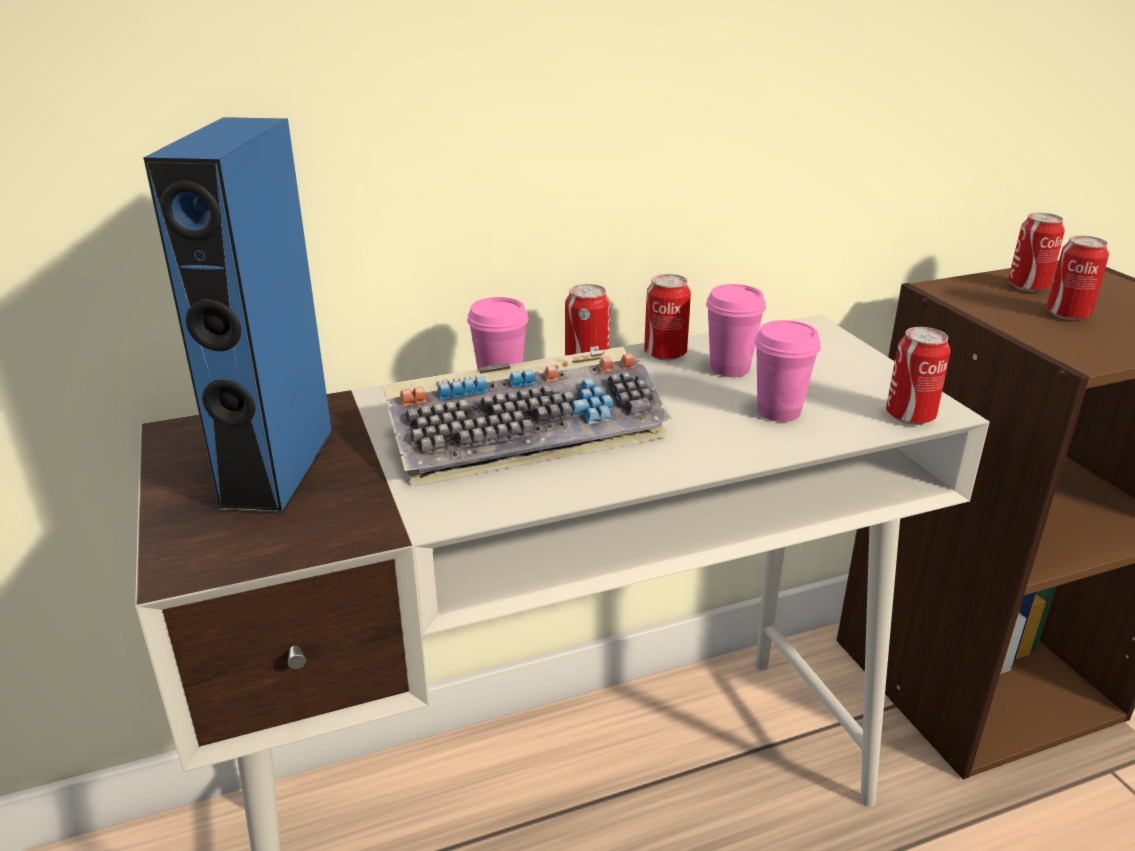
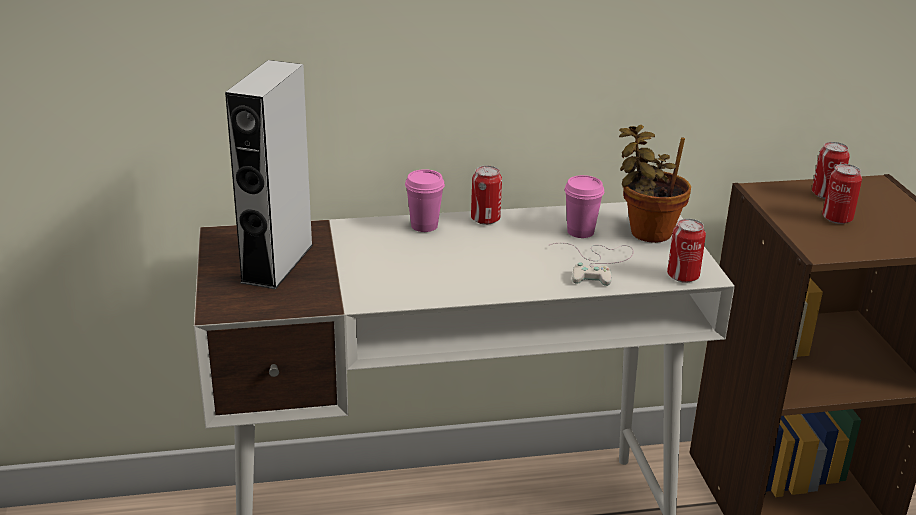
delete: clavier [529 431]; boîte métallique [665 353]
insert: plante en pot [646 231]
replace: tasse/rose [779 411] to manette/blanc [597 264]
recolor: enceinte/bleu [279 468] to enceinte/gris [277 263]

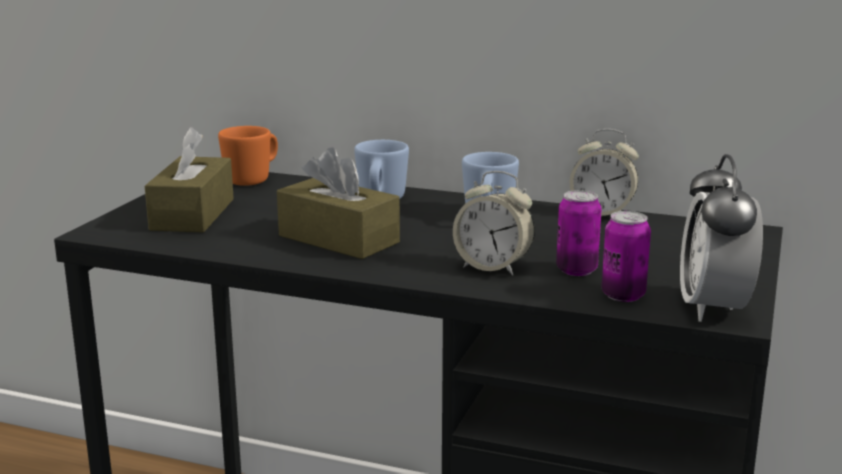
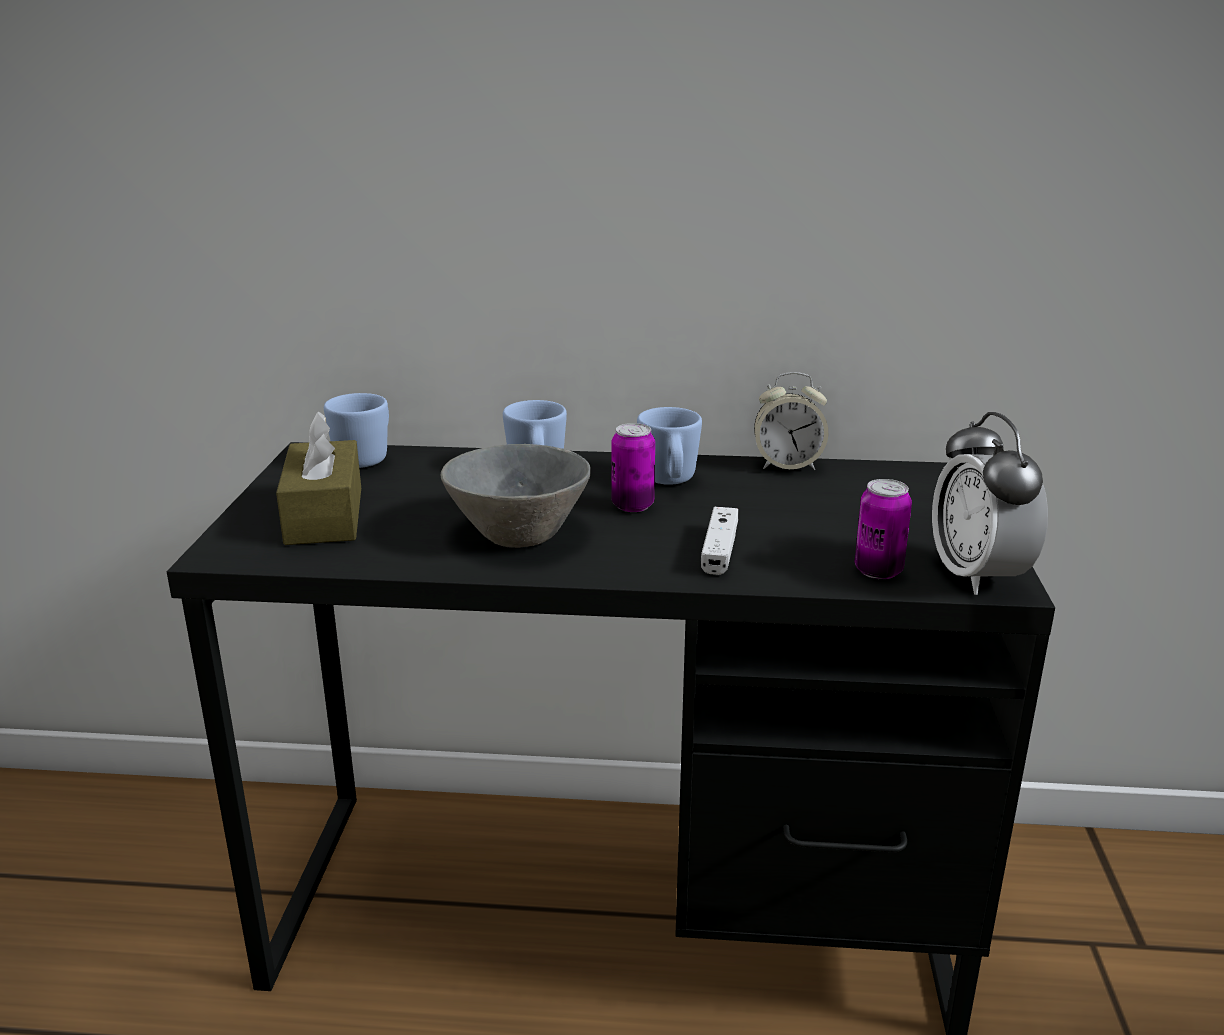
move: boîte métallique [576 270] to [632 505]
replace: boîte à mouchoirs/marron [338 239] to bol/gris [522 532]; réveil [493 267] to manette/blanc [719 550]
recolor: mug/orange [253 179] to mug/bleu [367 457]

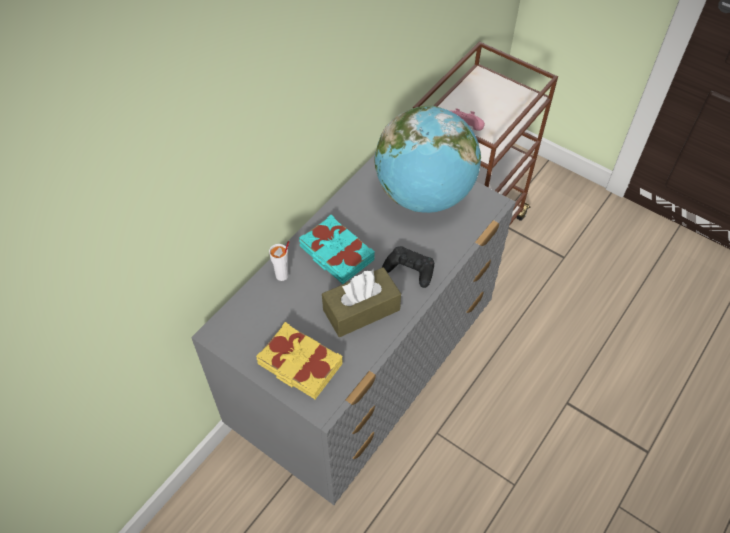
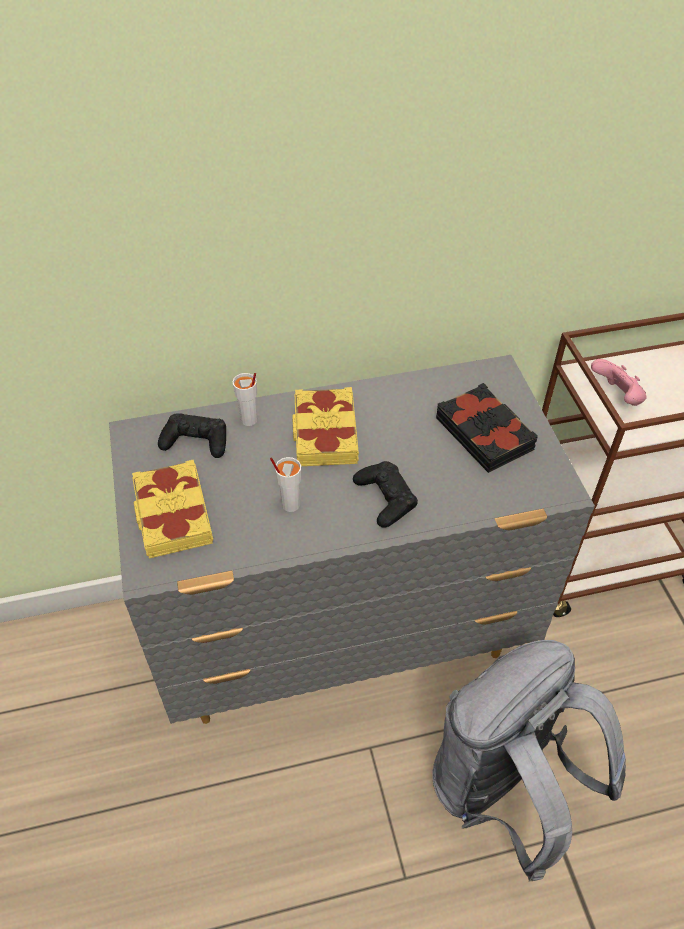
insert: manette/noir [196 441]; sac à dos/gris [503 792]
replace: boîte à mouchoirs/marron [361 310] to tasse/blanc [290 504]; globe [424 195] to livre/noir [485 433]
recolor: livre/turquoise [336 254] to livre/jaune [324 433]

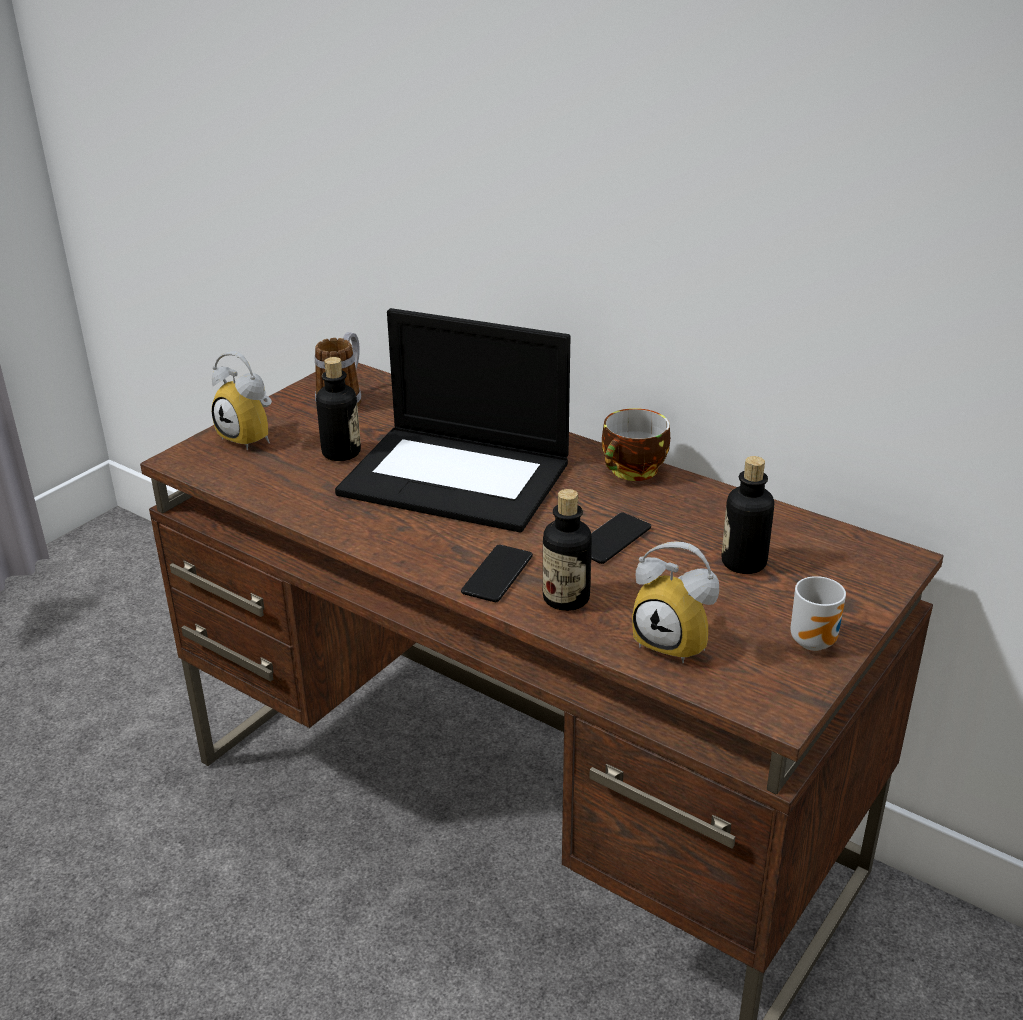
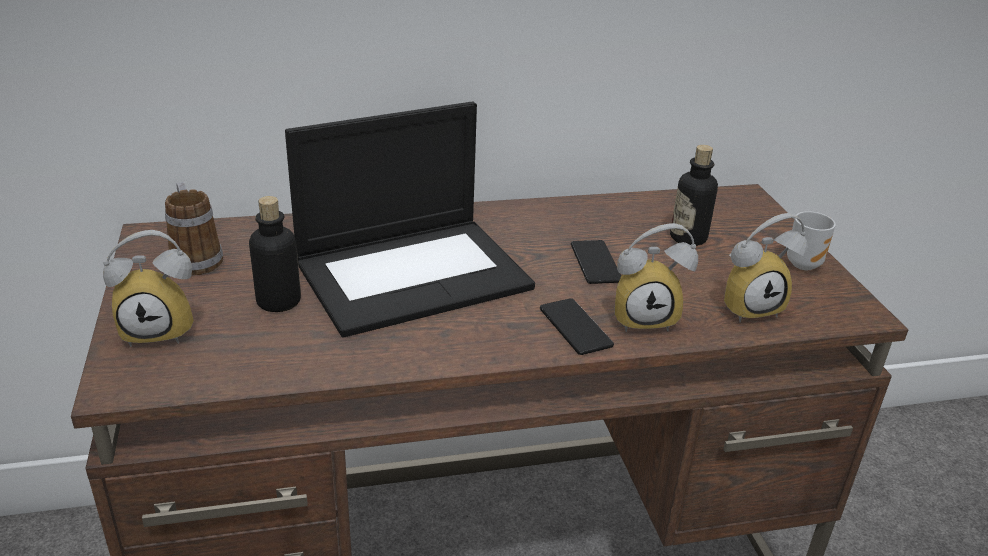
delete: tasse [633 471]
replace: bouteille [566 598] to réveil [645 317]

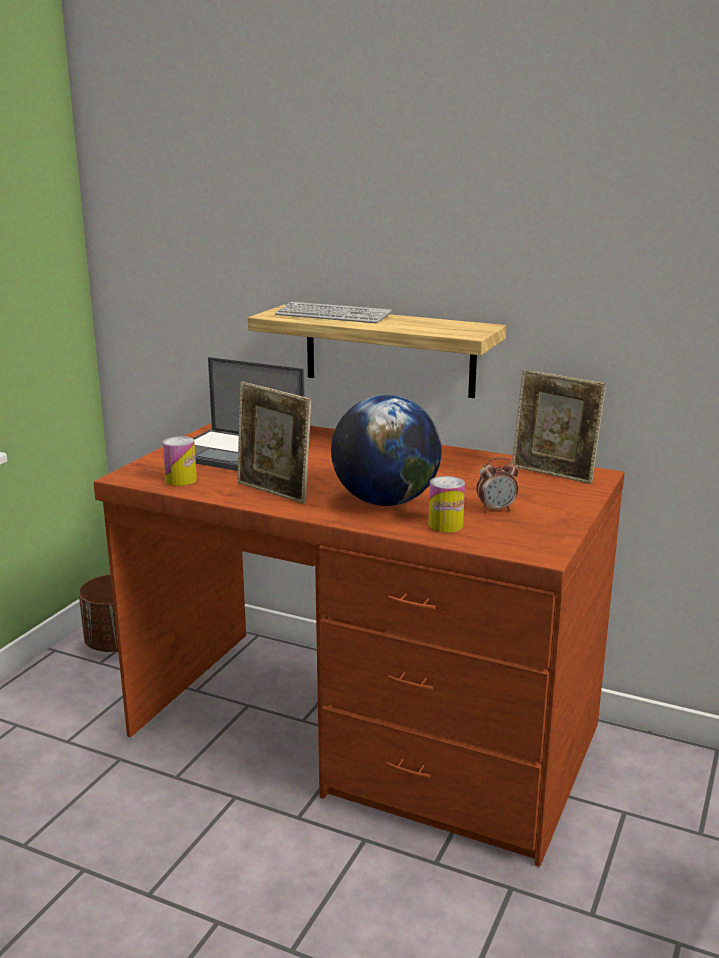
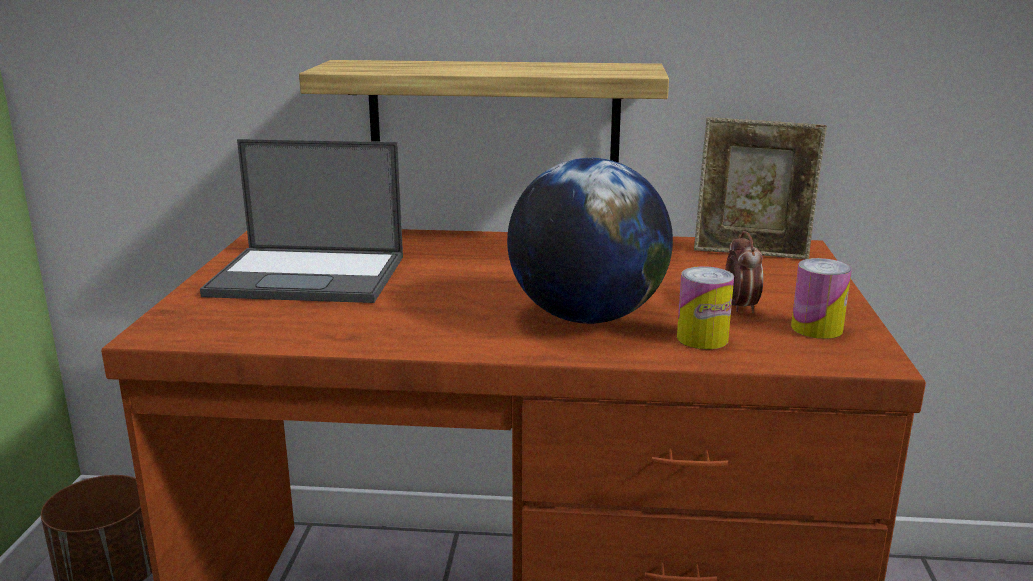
delete: cadre photo [274 492]; clavier [333 315]
move: boîte métallique [181 480] to [816 328]
rotate: réveil [496 509] = [740 307] 60 degrees counterclockwise

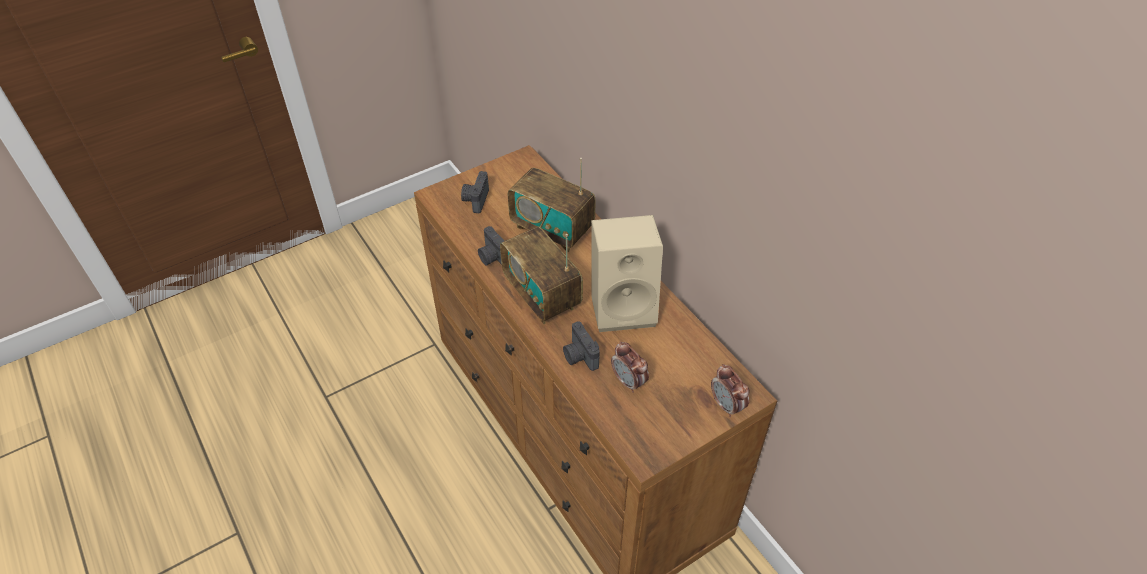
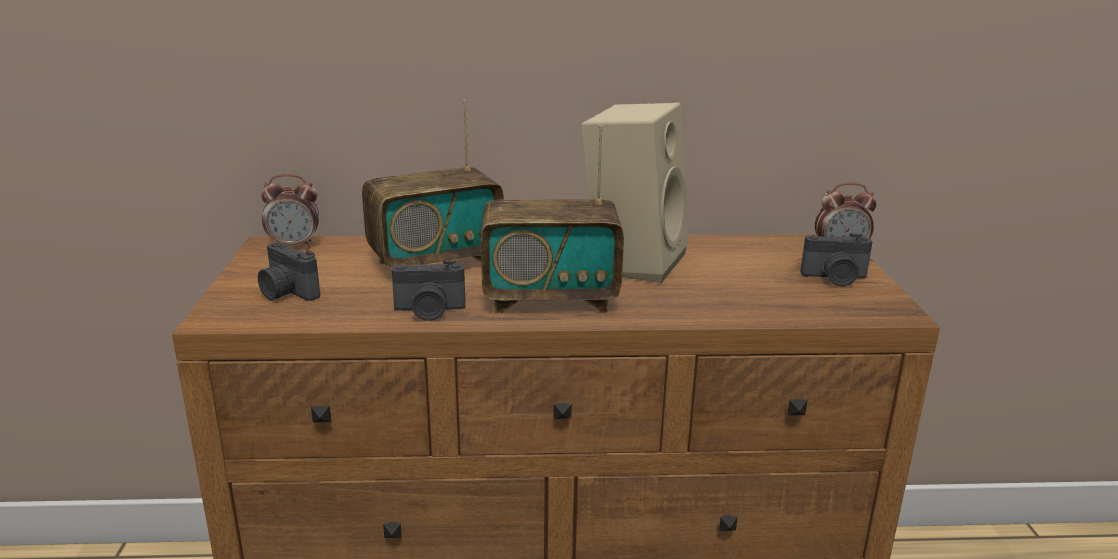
move: appareil photo [579 356] to [835 278]; réveil [629 382] to [294 246]

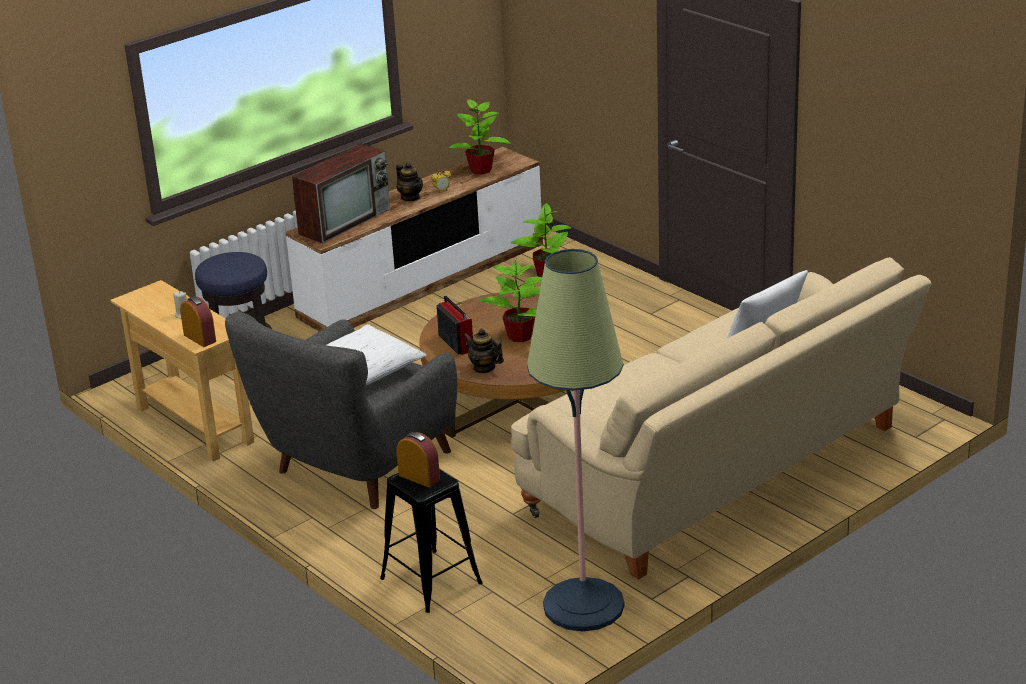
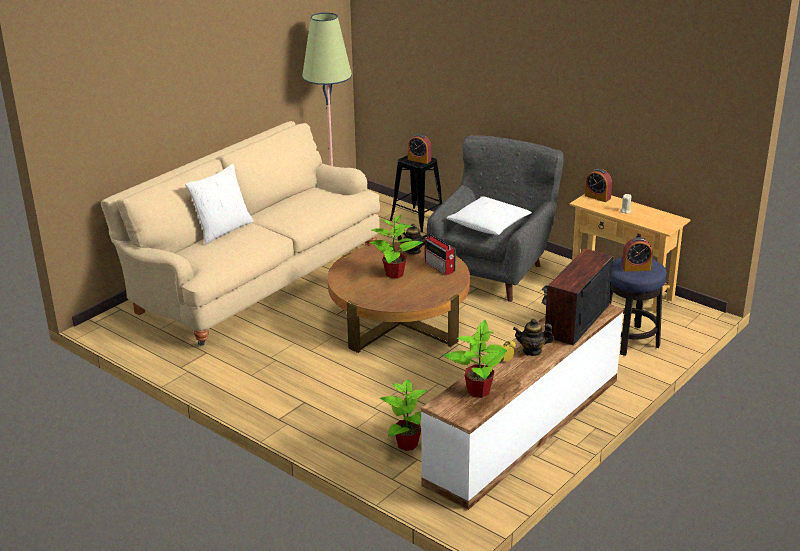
insert: réveil [636 268]
rotate: théière [410 197] = [532 351] 45 degrees counterclockwise

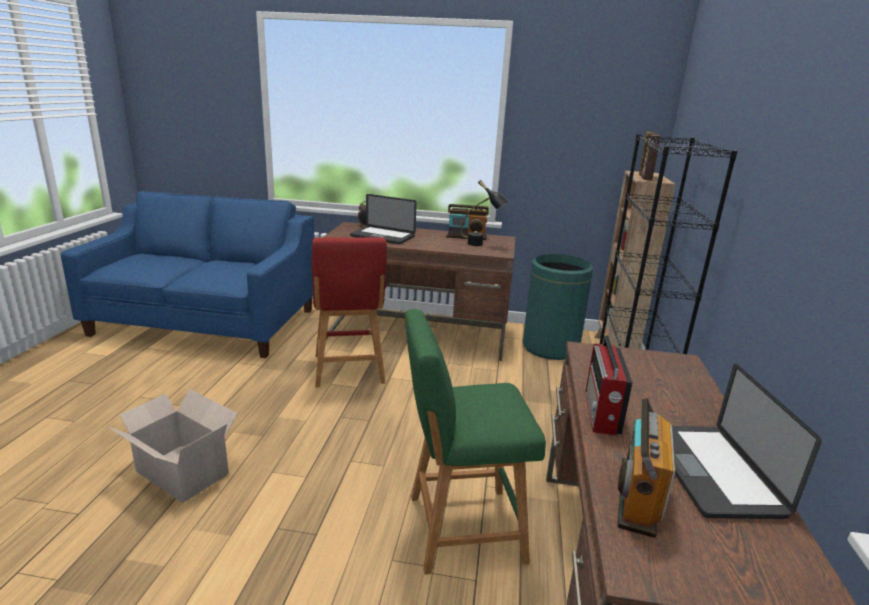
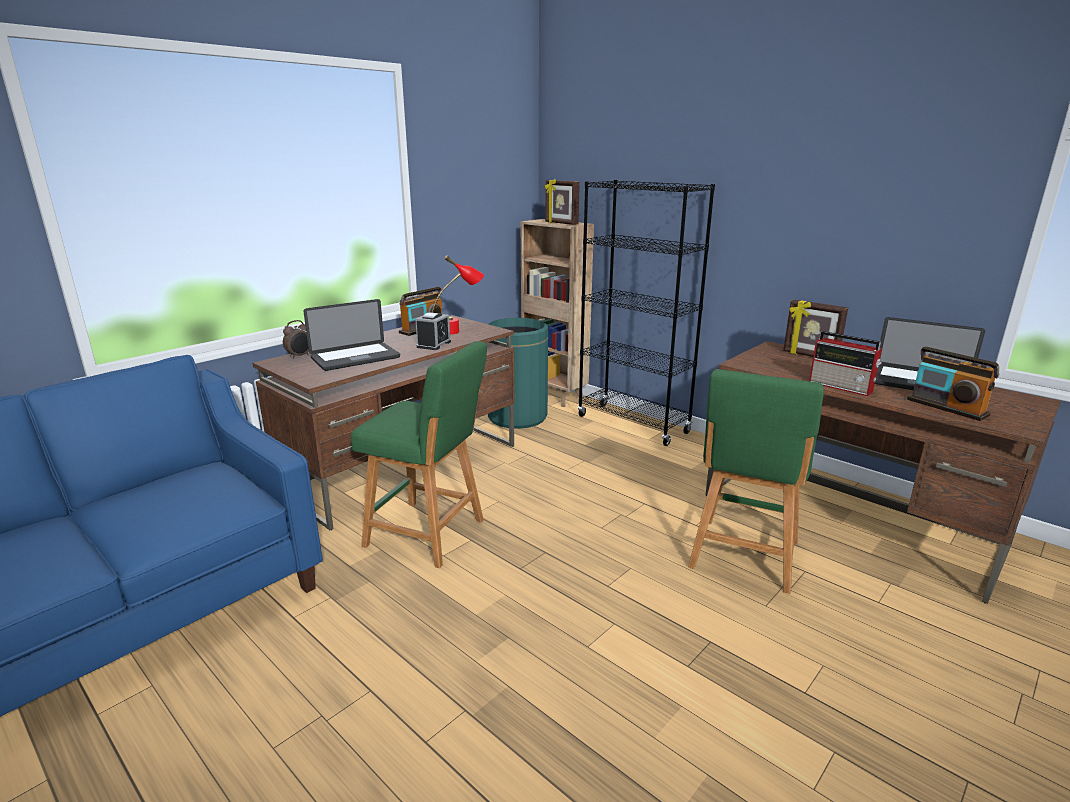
delete: carton [181 471]
insert: réveil [434 344]; cadre photo [809 356]
recolor: tabouret/rouge [349 371] to tabouret/vert [430 534]; lampe de table/noir [482 245] to lampe de table/rouge [458 330]

